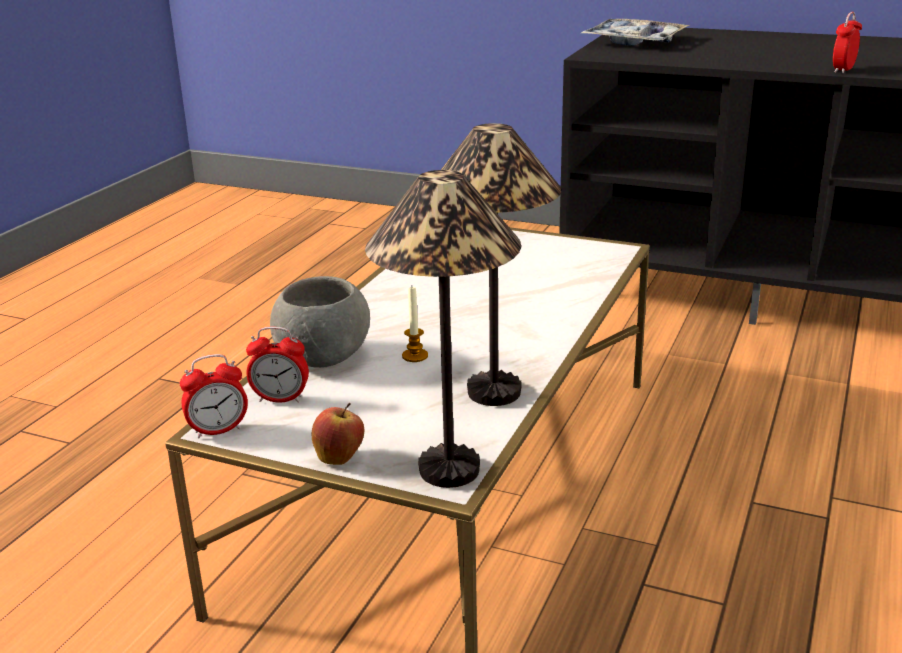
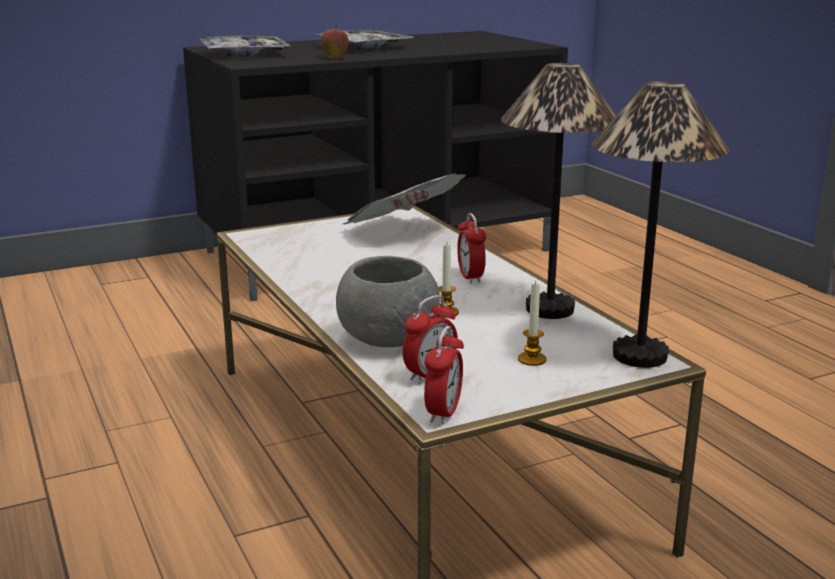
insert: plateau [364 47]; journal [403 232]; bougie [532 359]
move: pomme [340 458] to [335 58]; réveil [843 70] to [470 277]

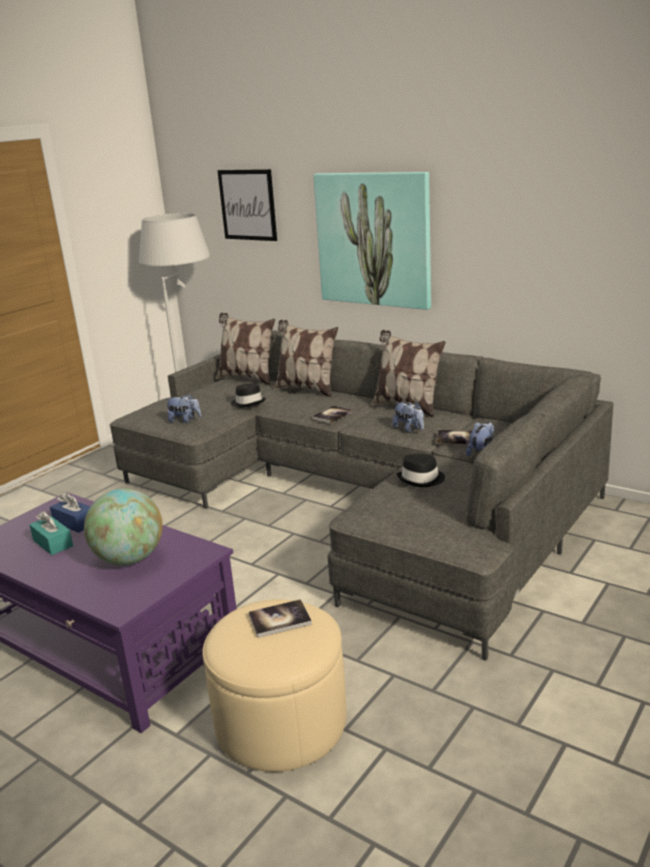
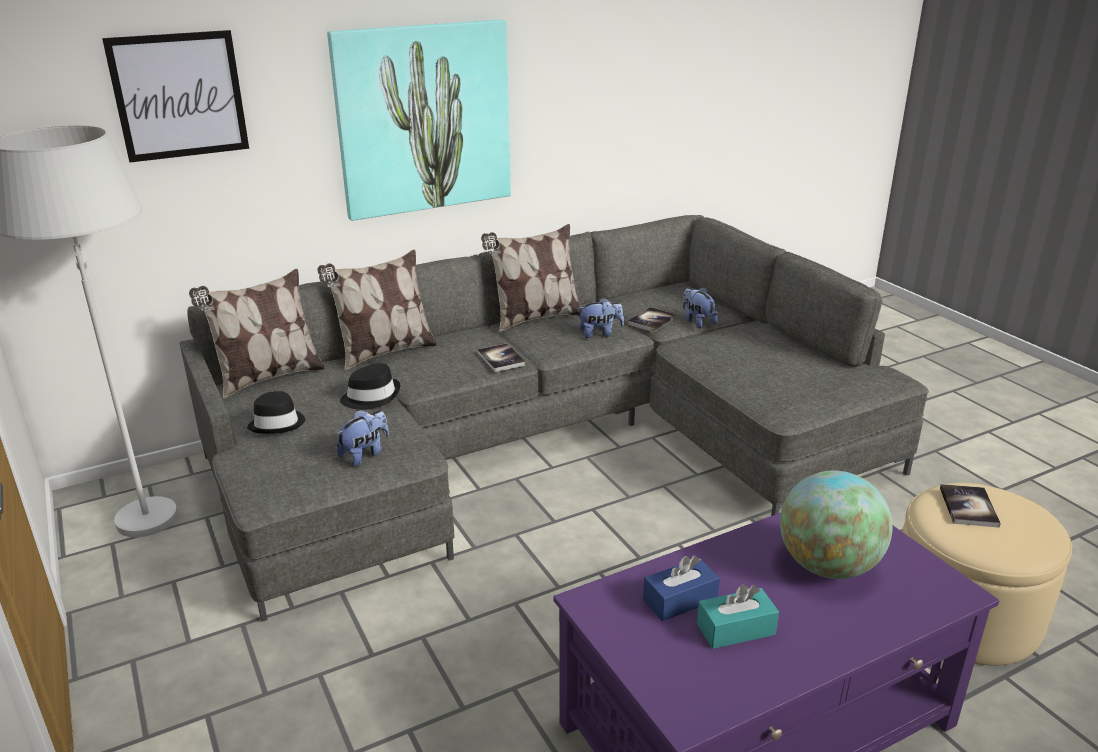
move: chapeau/noir [421 479] to [278 423]

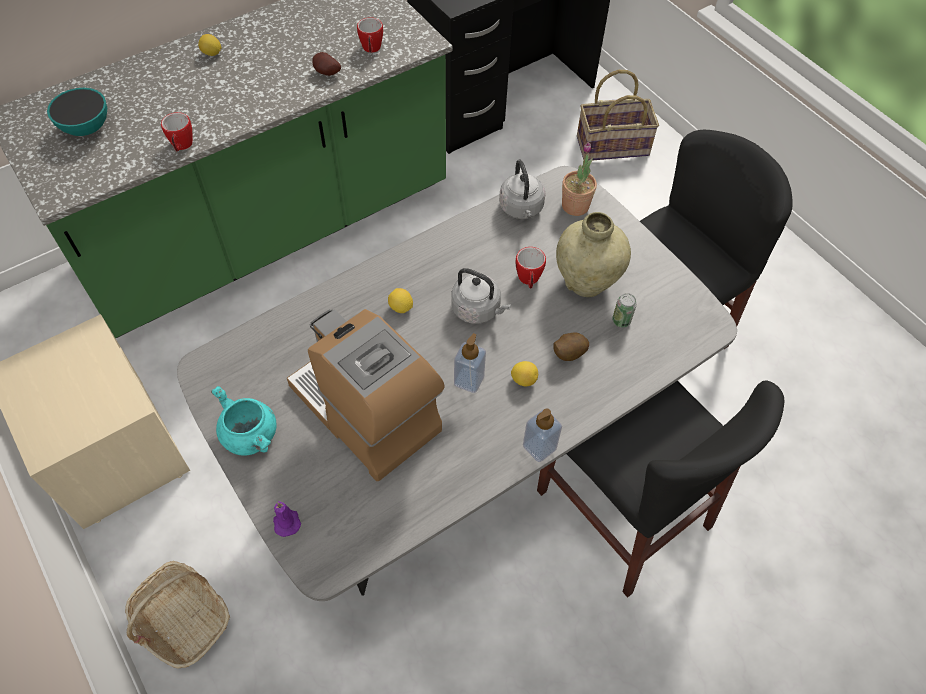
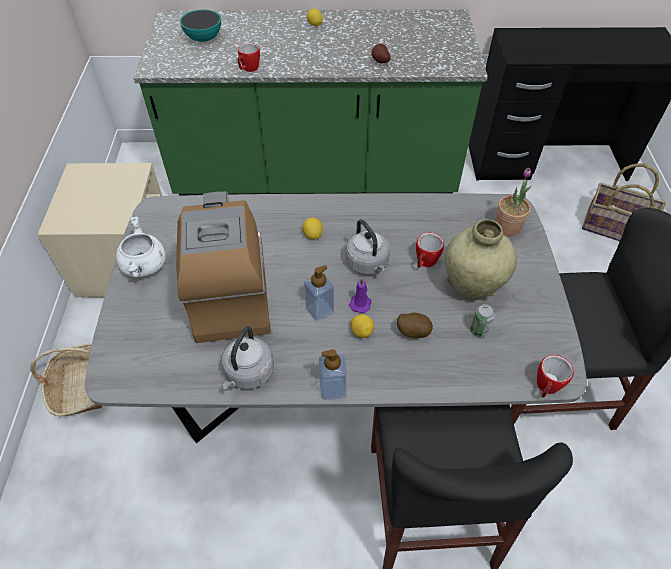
move: bougie/violet [286 521] to [360 303]; mug [371 49] to [546 388]; bouilloire/gris [521 209] to [248 374]
recolor: marmite/turquoise [252 435] to marmite/blanc [145 266]

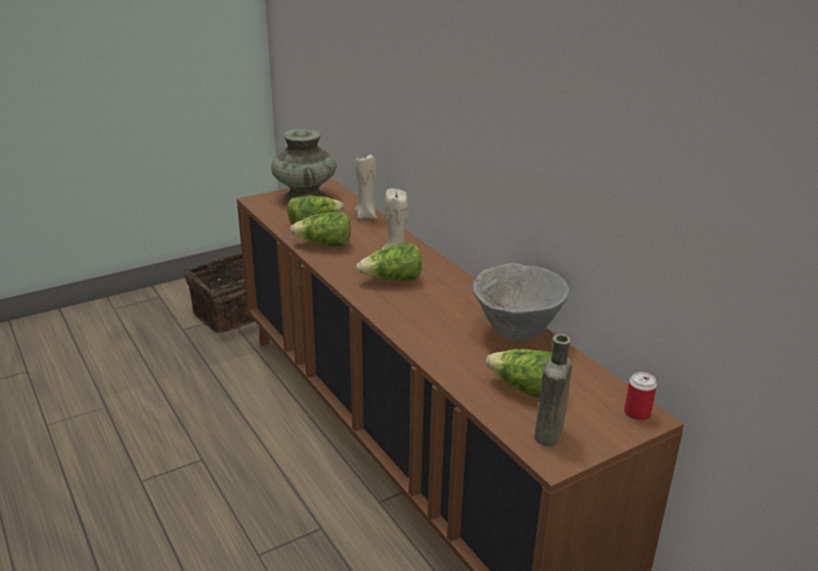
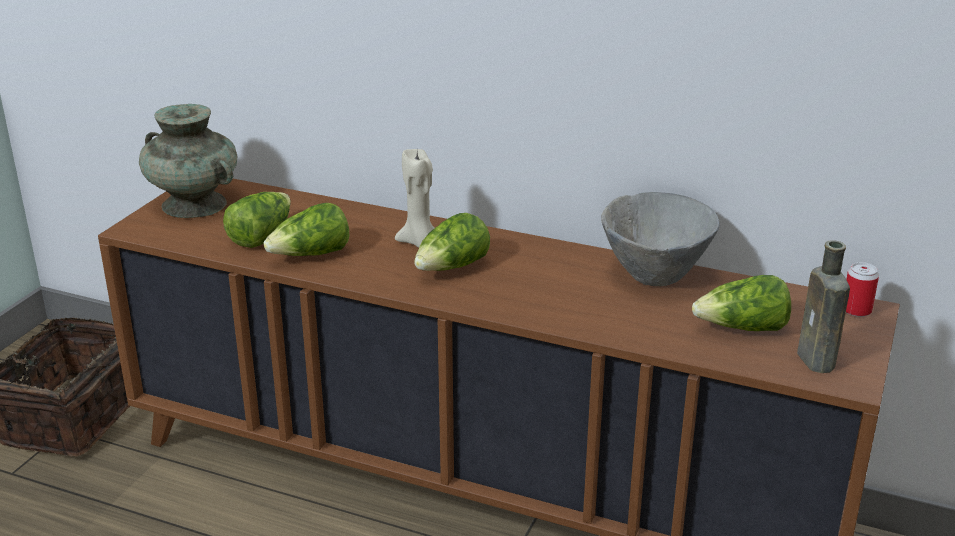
delete: bougie/beige [366 216]

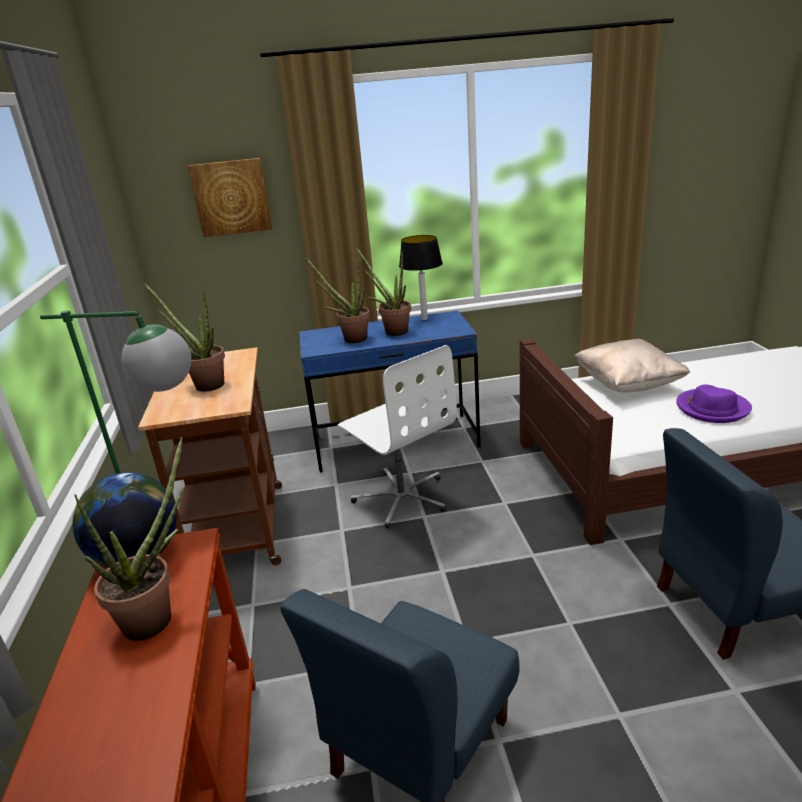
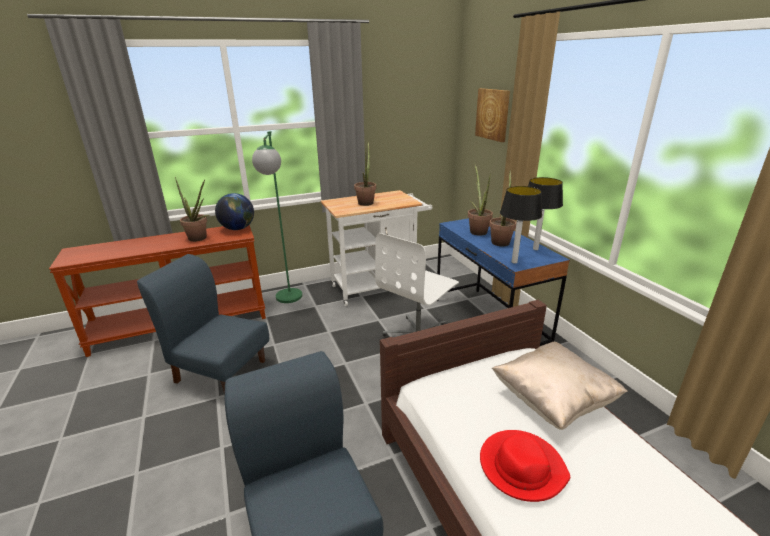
insert: lampe de table [514 262]
recolor: chariot/marron [239 523] to chariot/blanc [378 287]; chapeau/violet [712 408] to chapeau/rouge [521 467]

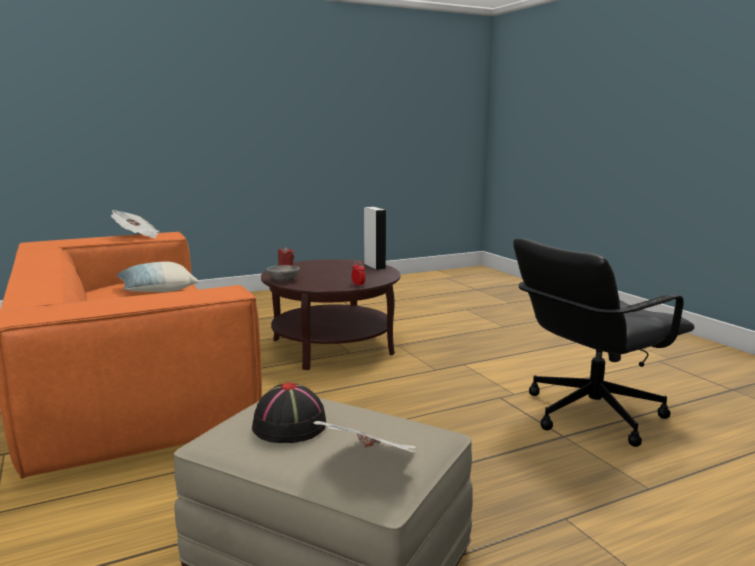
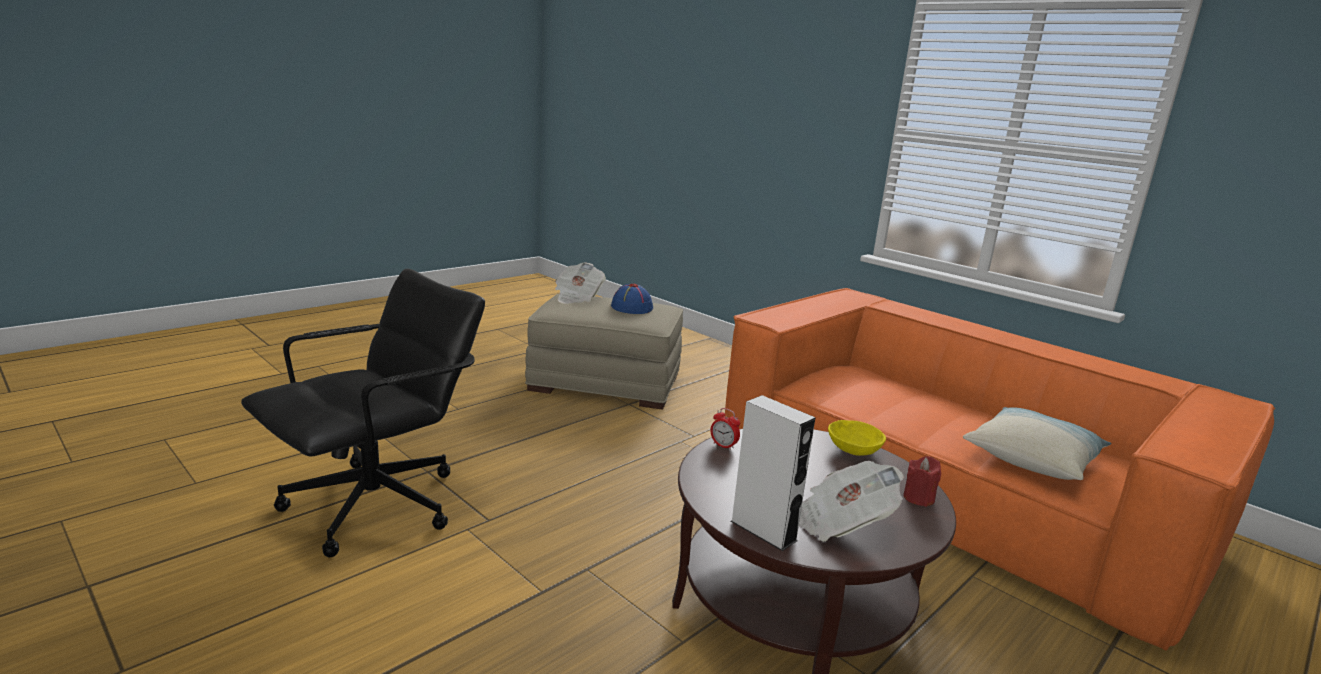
move: journal [137 236] to [840 523]
recolor: chapeau/noir [289 426] to chapeau/bleu [631 307]; bol/gris [284 280] to bol/jaune [852 450]

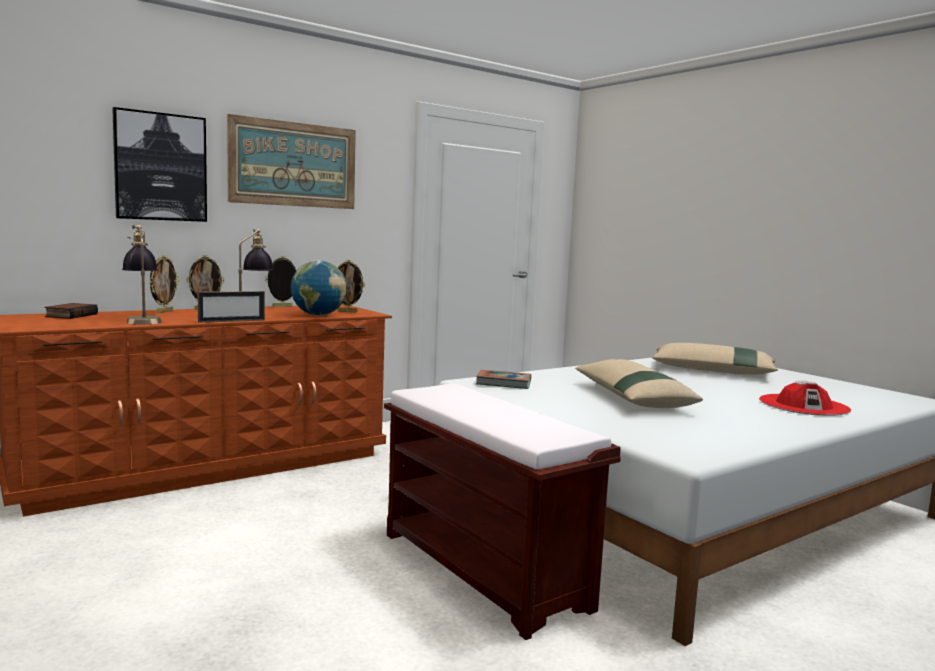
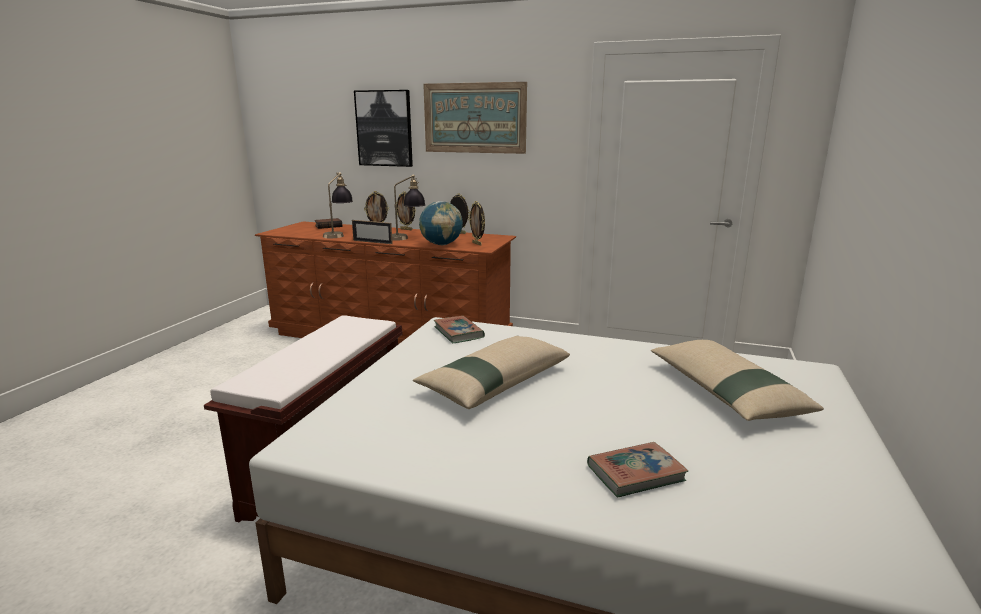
replace: chapeau/rouge [803 405] to livre [635 473]

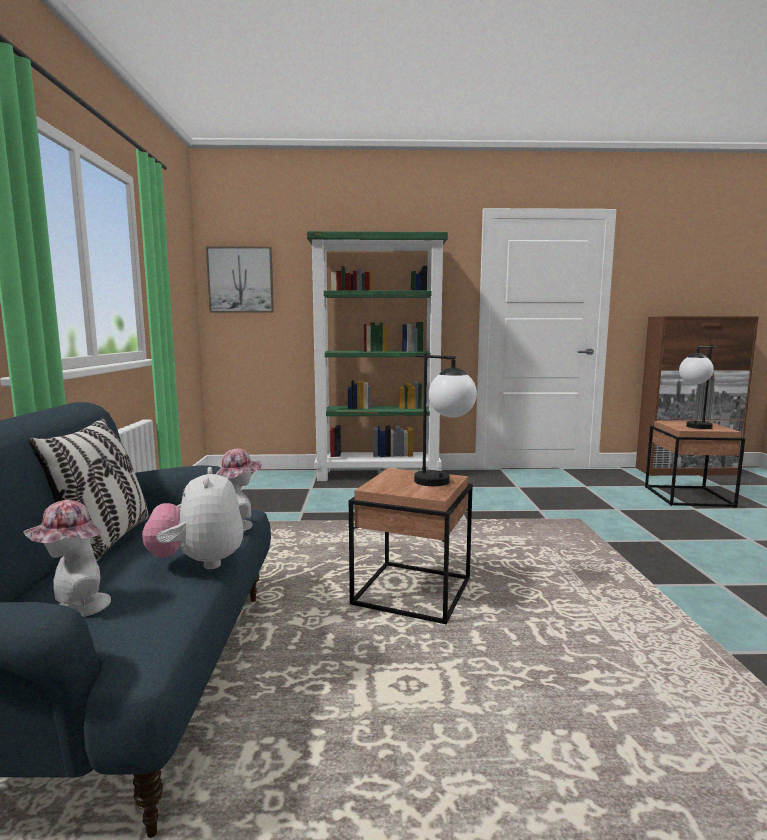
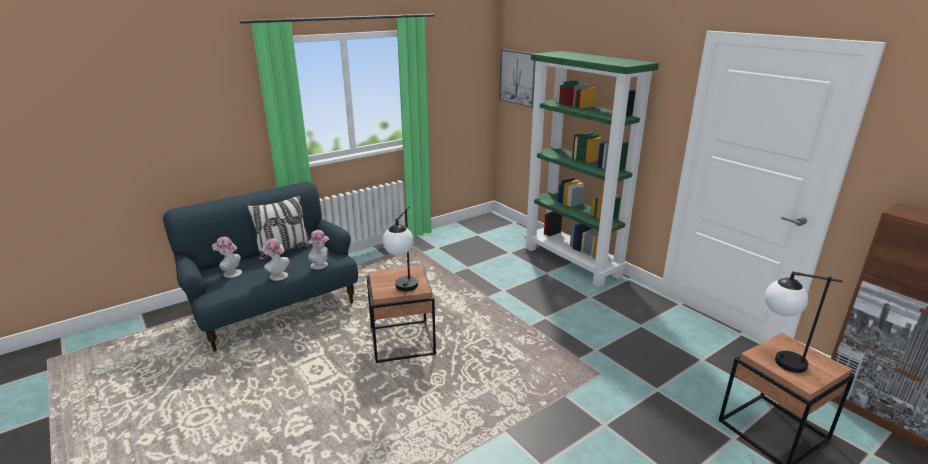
replace: peluche [199 563] to chapeau [277 275]

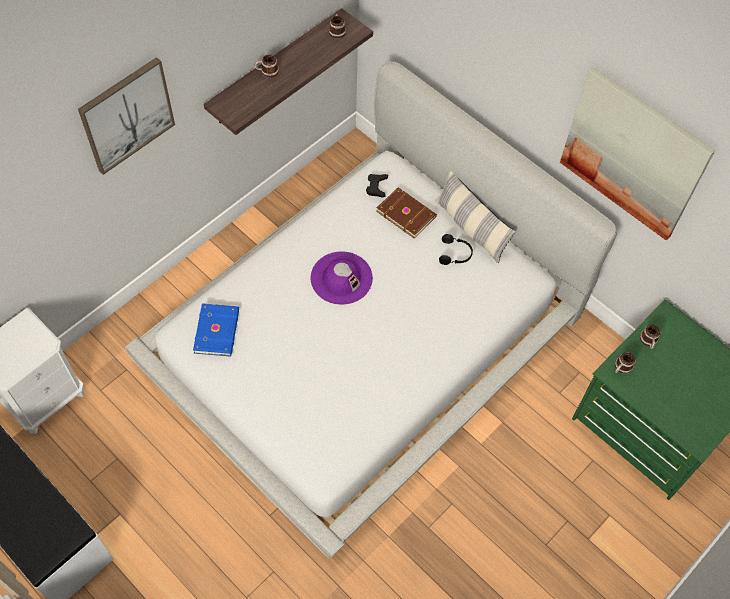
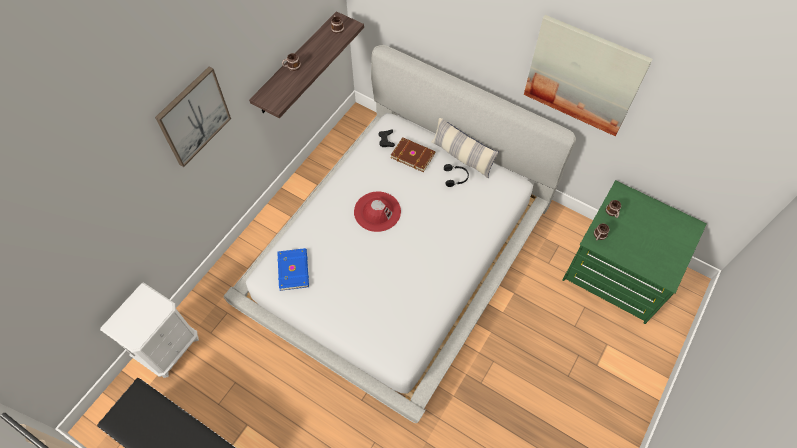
recolor: chapeau/violet [341 278] to chapeau/rouge [377 211]

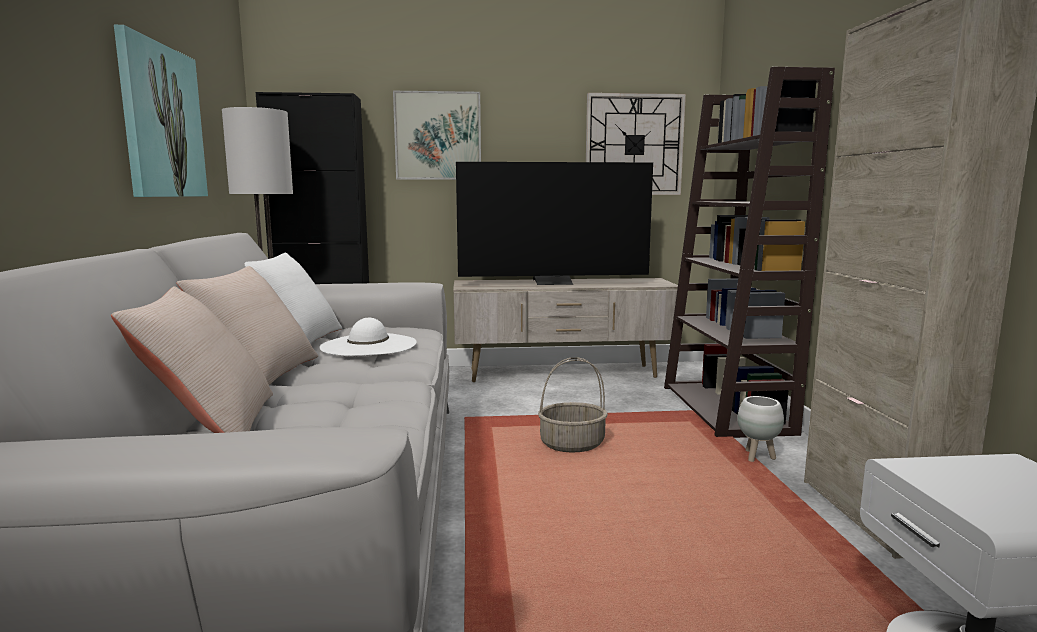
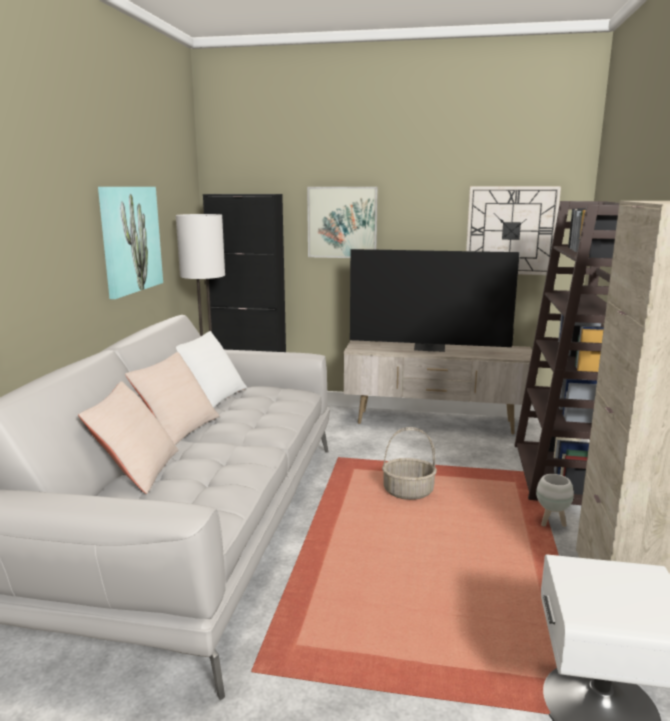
delete: chapeau/blanc [369 345]

